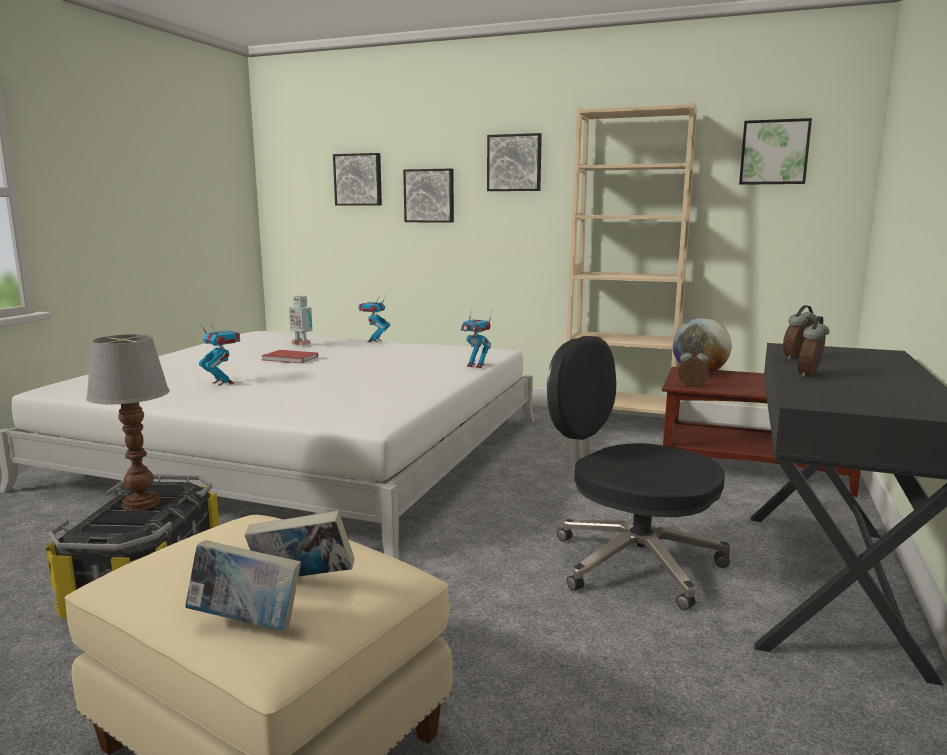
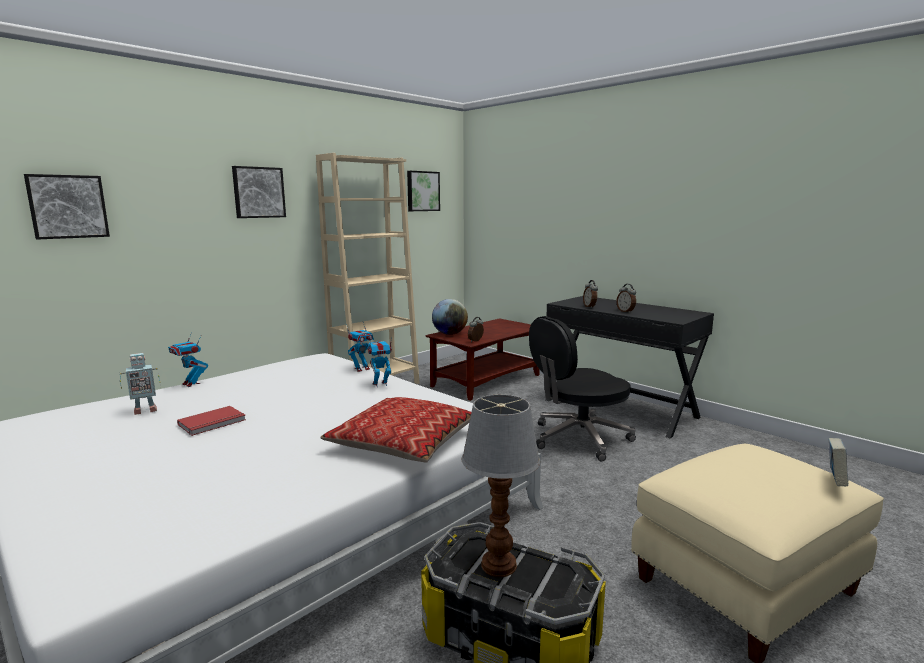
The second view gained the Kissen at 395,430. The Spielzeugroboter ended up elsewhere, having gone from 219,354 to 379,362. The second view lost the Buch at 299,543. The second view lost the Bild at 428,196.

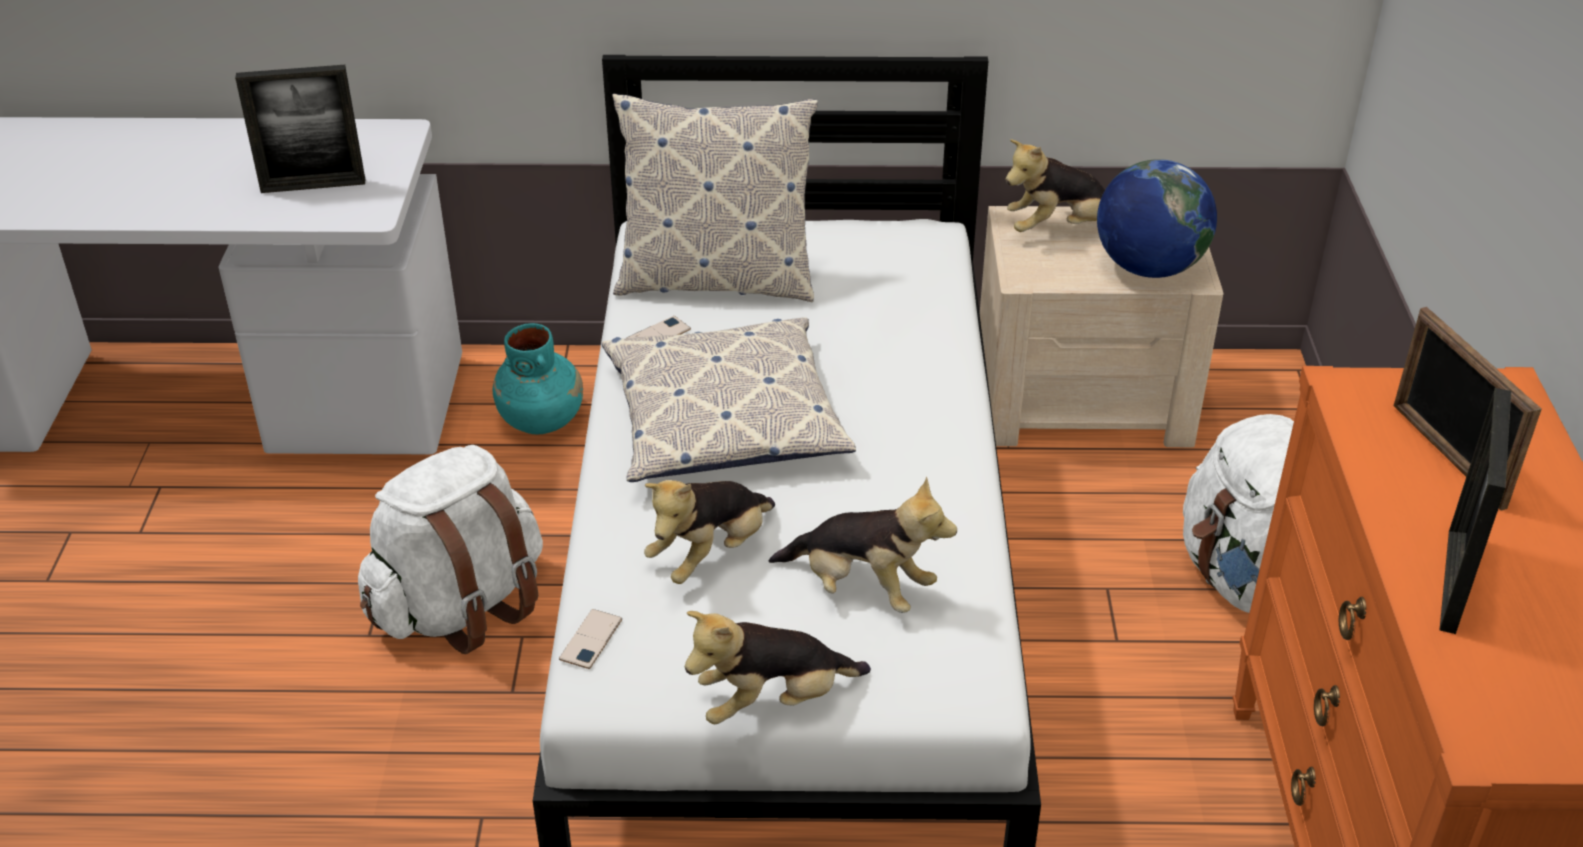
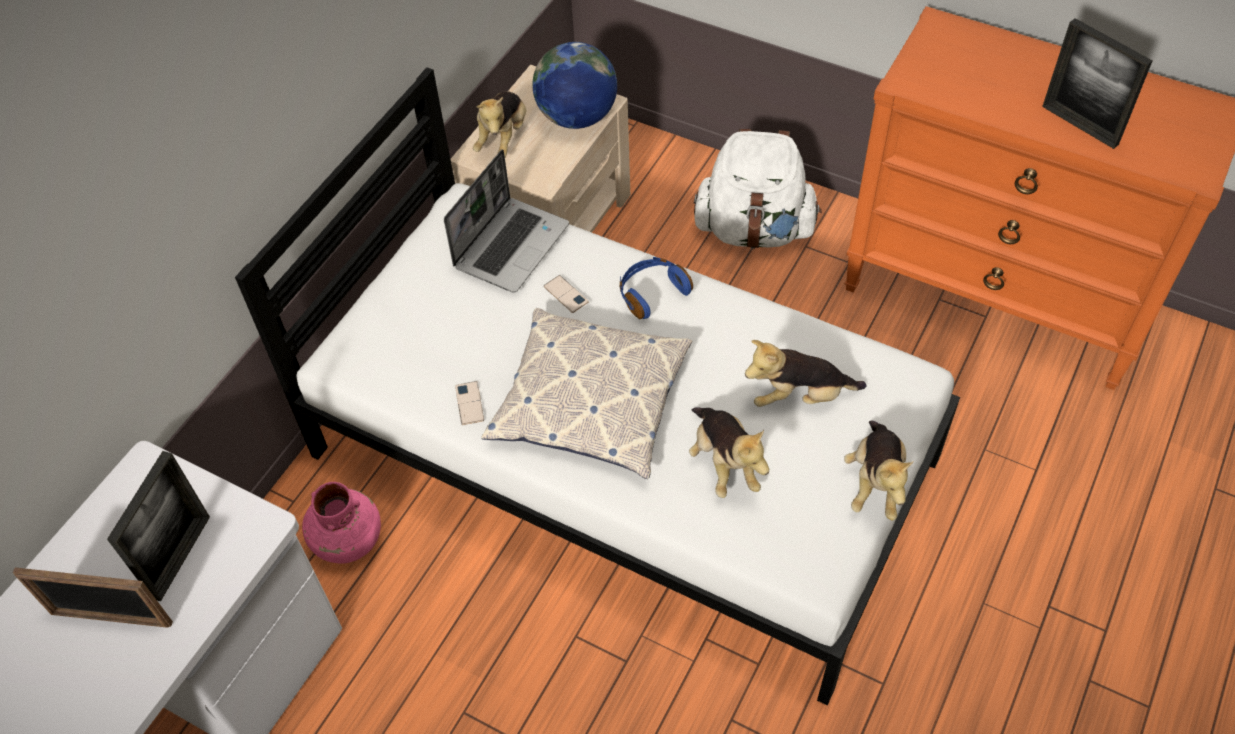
The Bilderrahmen ended up elsewhere, having gone from 1468,409 to 93,597. What was the Vase/türkis at 538,378 turned into the Vase/rosa at 341,523. The second view gained the Laptop at 506,221. The Handy ended up elsewhere, having gone from 590,639 to 566,294. The second view gained the Kopfhörer/blau at 656,288. The Plüschtier at 863,545 ended up facing another way, 150 degrees counterclockwise from before. The second view lost the Rucksack/weiß at 450,549. The second view lost the Kissen at 715,198.

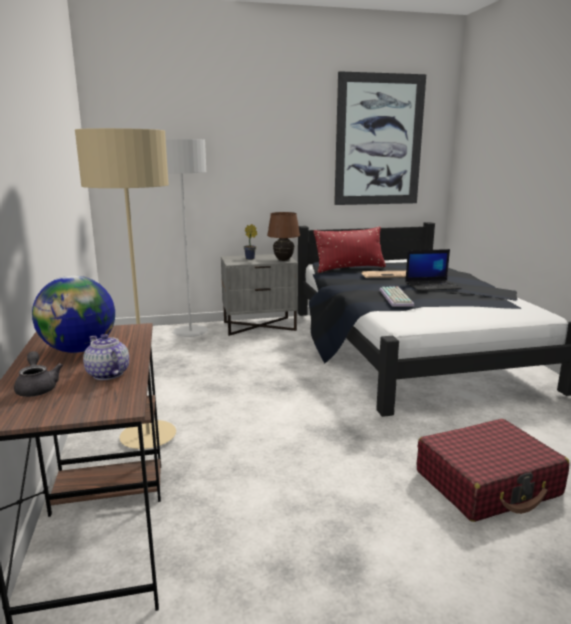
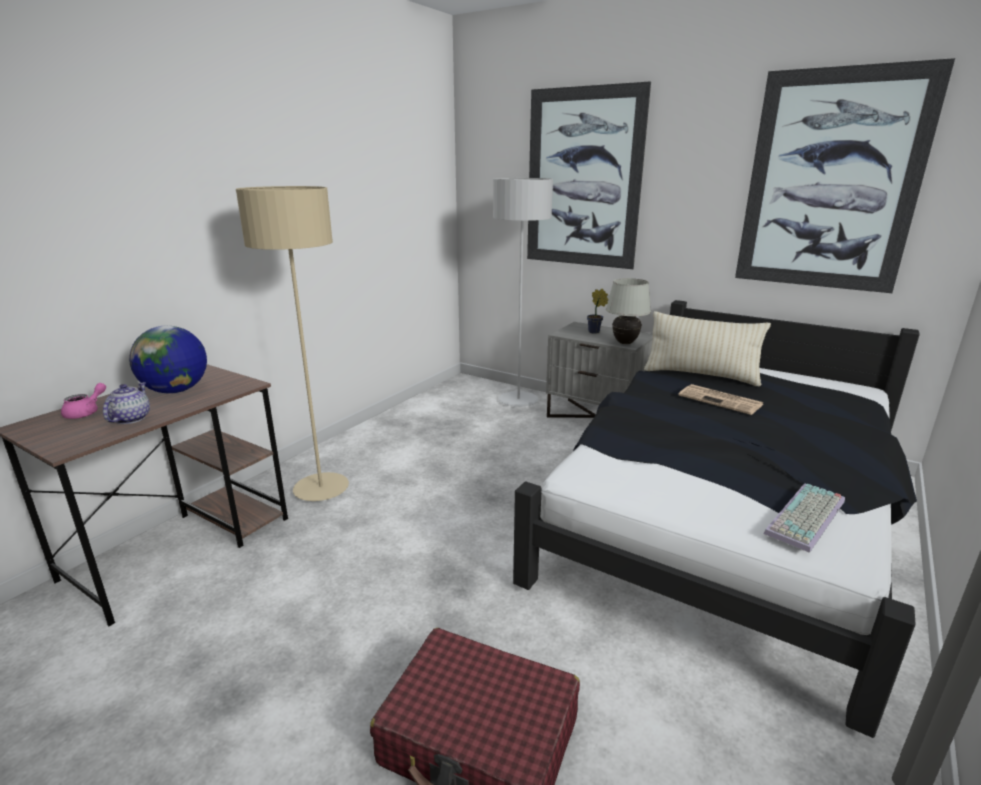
What was the Teekanne/grau at 38,374 turned into the Teekanne/rosa at 83,401. The second view gained the Bild at 589,175. What was the Tischlampe/braun at 283,236 turned into the Tischlampe/weiß at 628,311. What was the Kissen/rot at 349,250 turned into the Kissen/beige at 707,348. The Tastatur ended up elsewhere, having gone from 396,297 to 804,518. The second view lost the Laptop at 433,270.

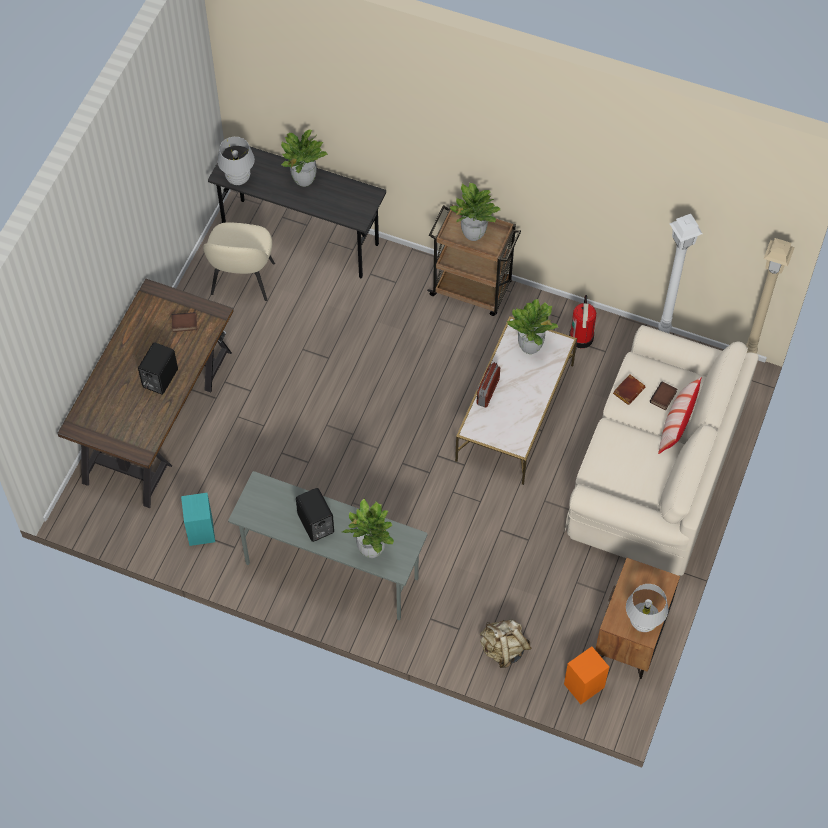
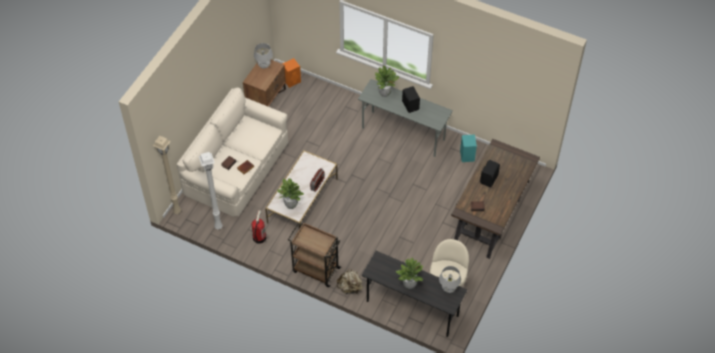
The Rucksack/beige ended up elsewhere, having gone from 505,644 to 350,281. The second view lost the Topfpflanze at 475,212. The second view lost the Kissen at 679,415.

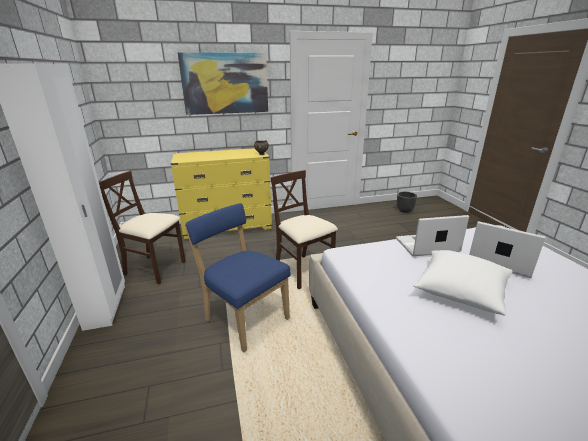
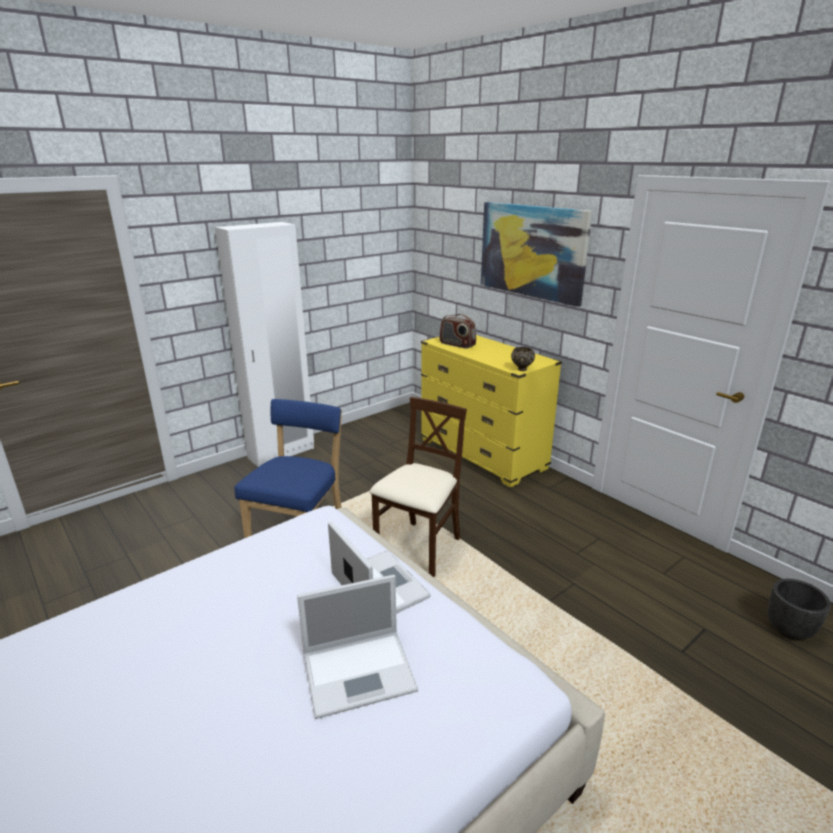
The Laptop at 507,249 ended up facing another way, 60 degrees clockwise from before. The second view gained the Radio at 457,331. The second view lost the Stuhl/beige at 142,228. The second view lost the Kissen/weiß at 463,283.

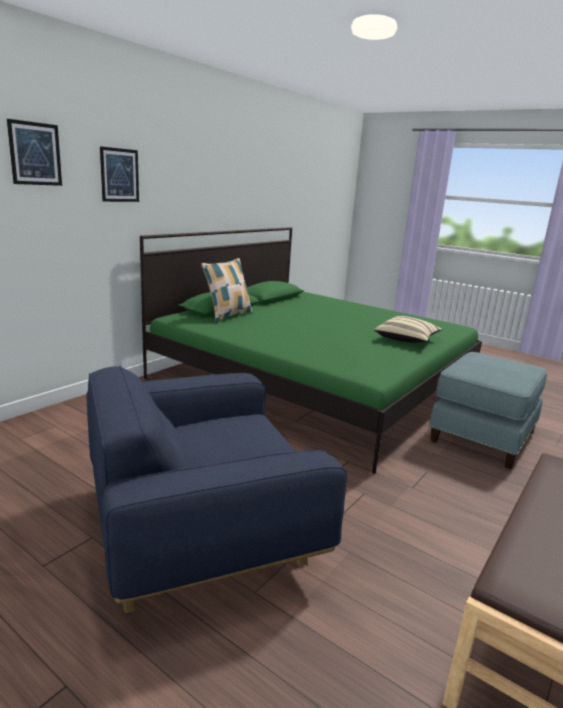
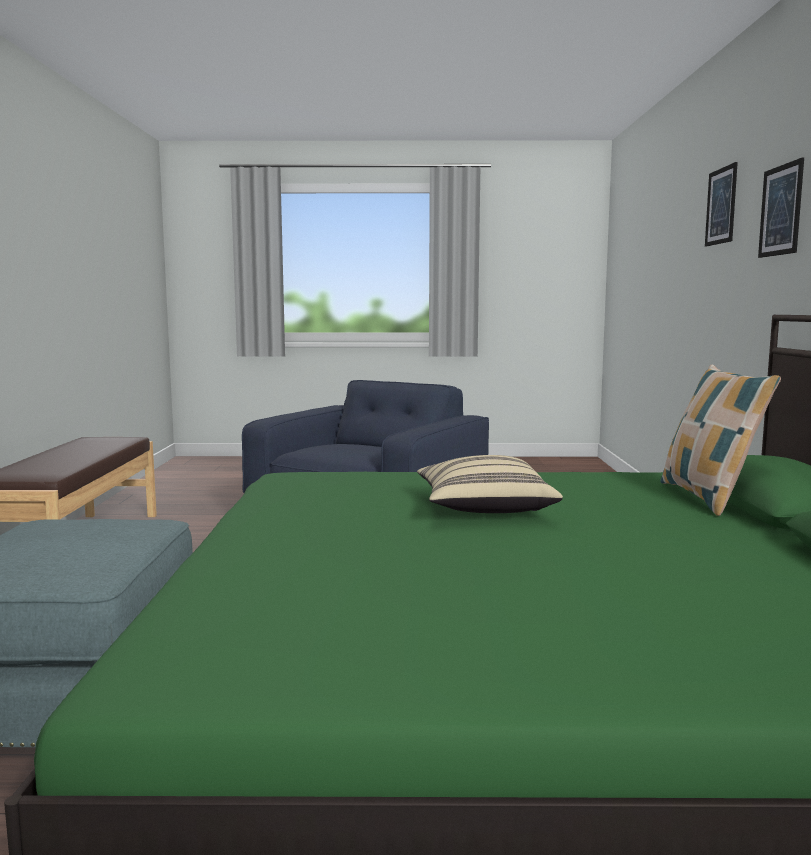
The Kissen/beige ended up elsewhere, having gone from 408,329 to 490,484.

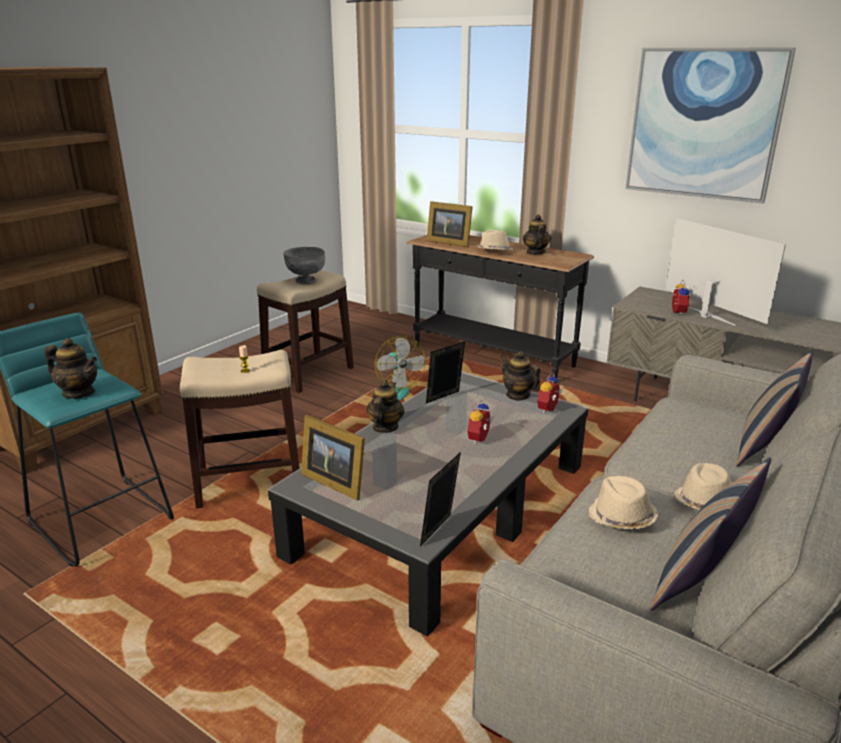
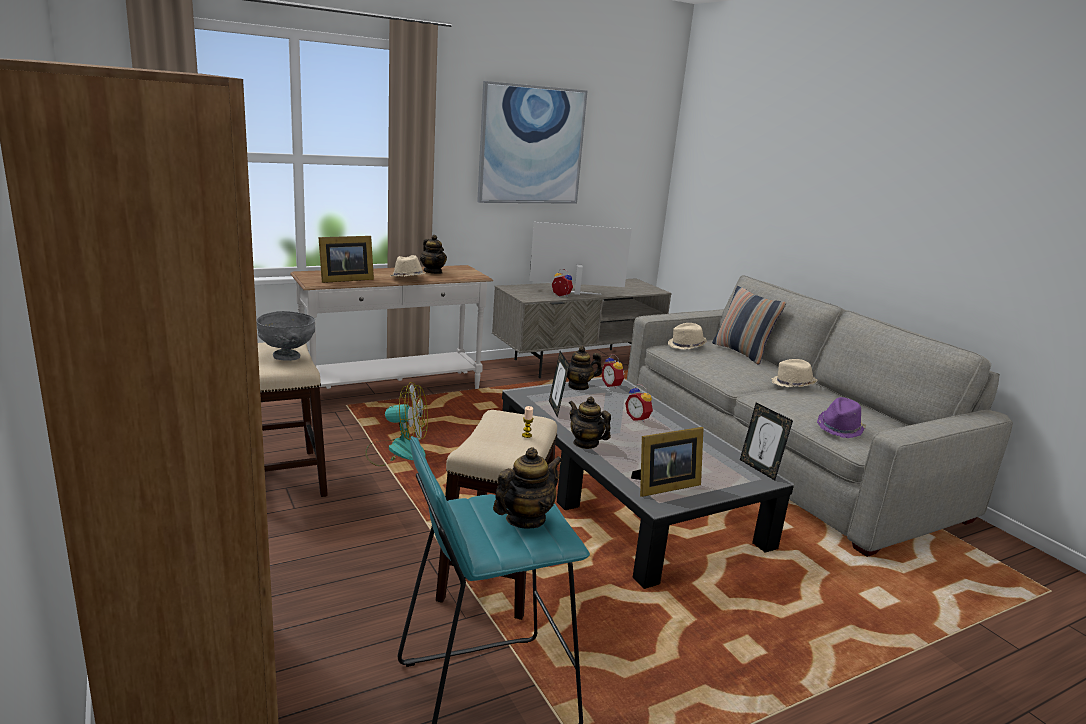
What was the Konsolentisch/schwarz at 500,309 turned into the Konsolentisch/weiß at 391,327. The Teekanne at 537,234 ended up facing another way, 150 degrees counterclockwise from before. The Hut/beige ended up elsewhere, having gone from 623,502 to 687,336. The second view gained the Hut/lila at 841,417. The second view lost the Kissen at 710,534.

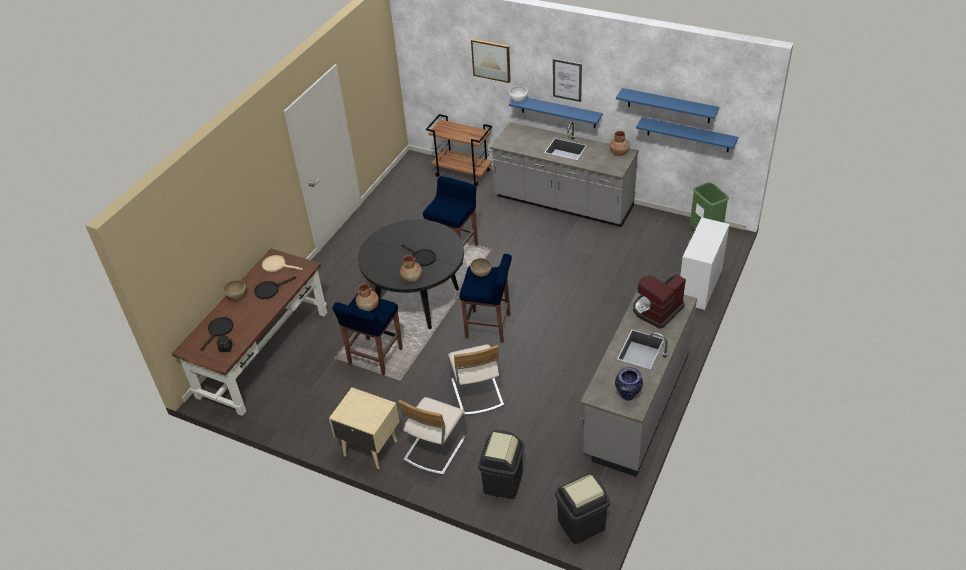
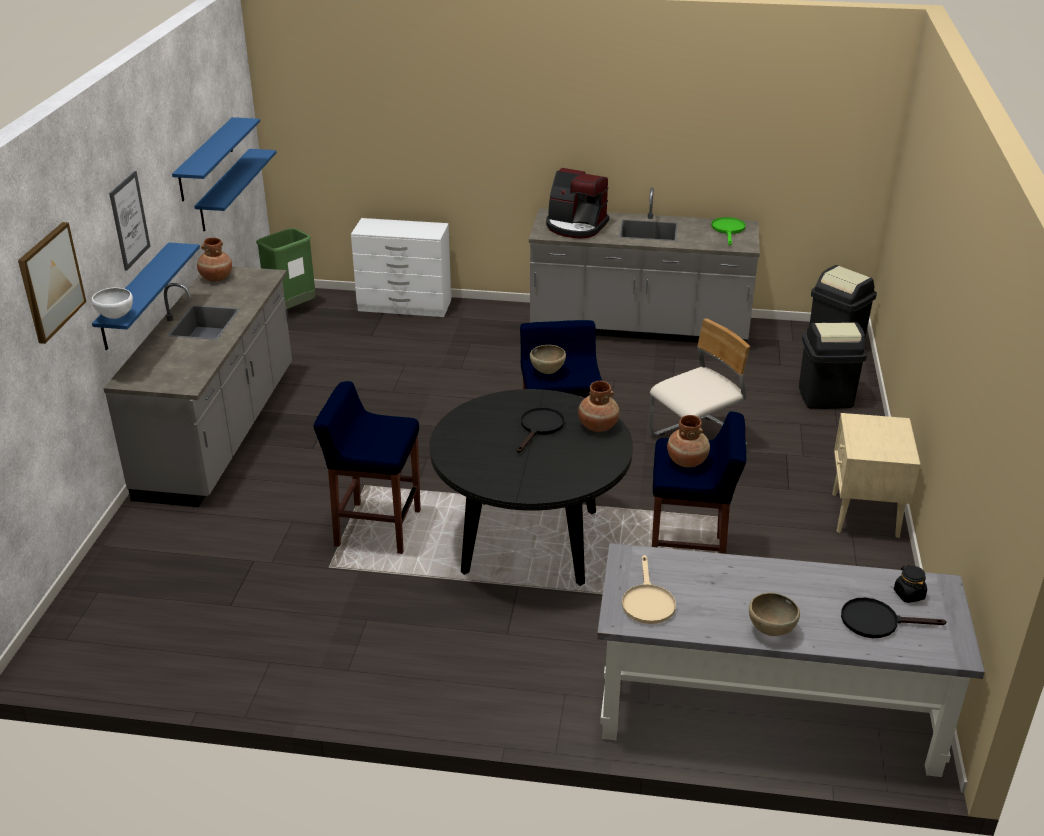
What was the Schreibtisch/braun at 249,332 turned into the Schreibtisch/grau at 791,660. Where the Vase stood at 629,384, the Pfanne/grün came to stand at 728,231. The second view lost the Pfanne/schwarz at 275,287. The second view lost the Stuhl/beige at 432,436. The second view lost the Rollwagen/braun at 459,150.

